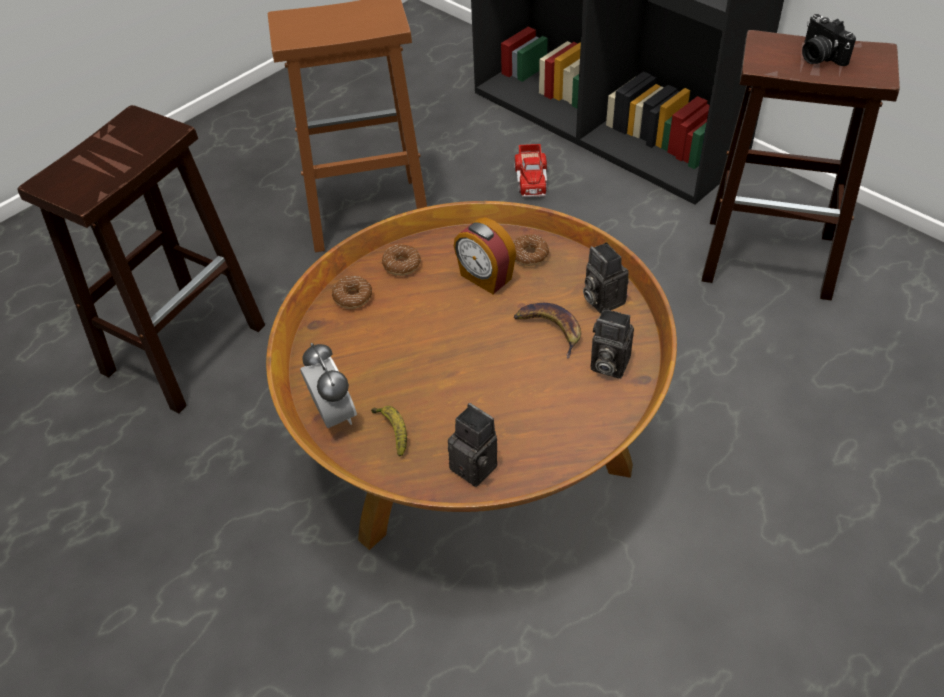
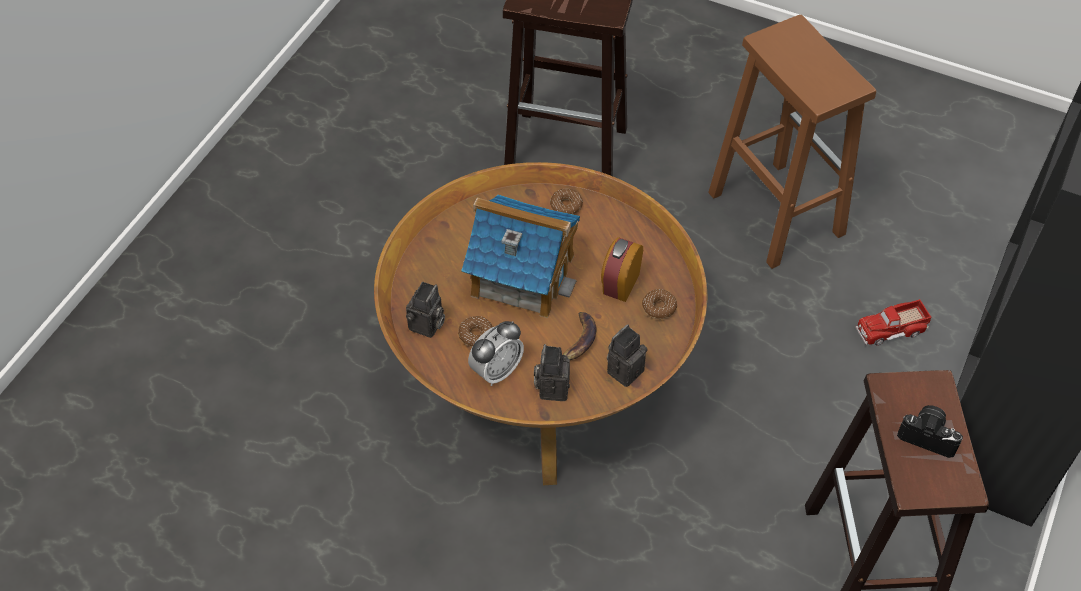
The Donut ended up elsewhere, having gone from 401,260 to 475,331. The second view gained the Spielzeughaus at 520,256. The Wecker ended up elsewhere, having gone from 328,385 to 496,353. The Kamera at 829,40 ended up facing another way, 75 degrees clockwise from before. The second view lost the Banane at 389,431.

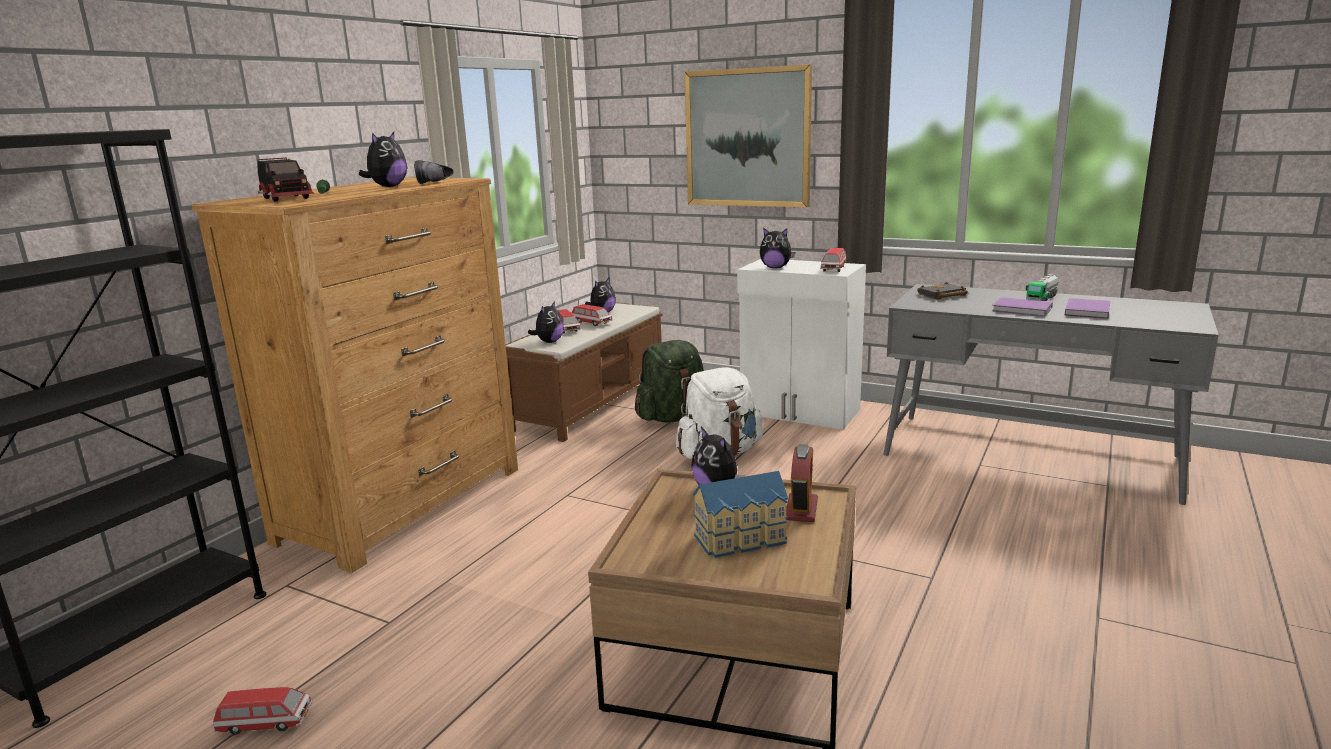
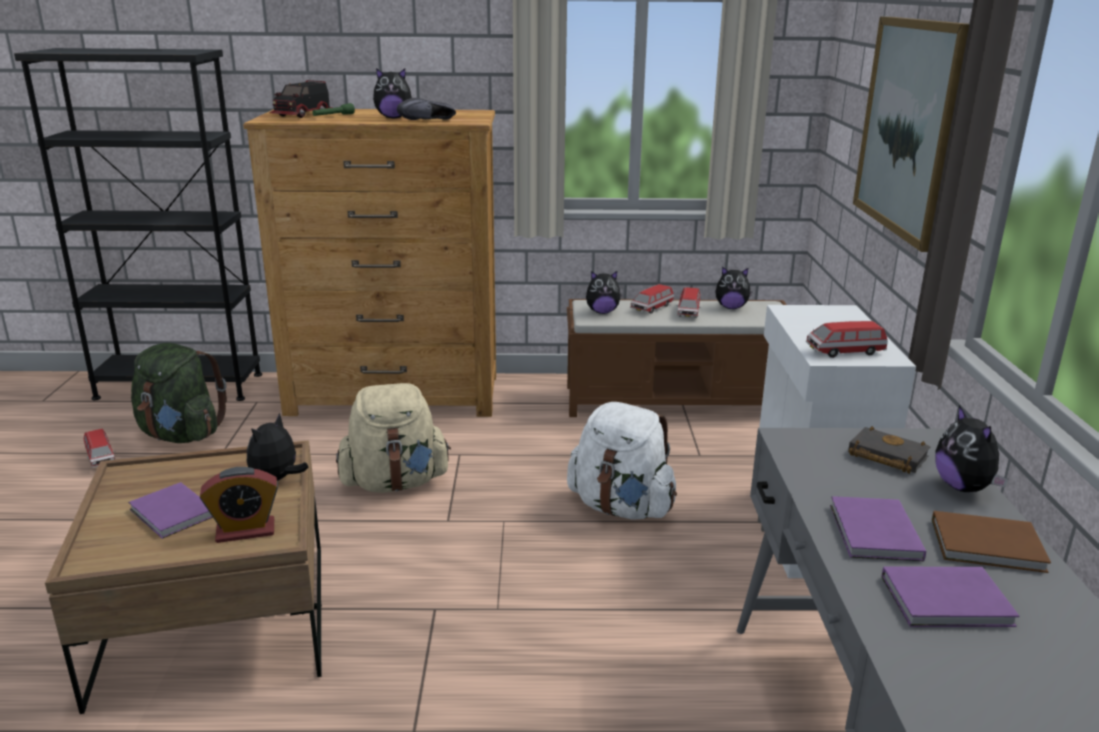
Where the Spielzeughaus stood at 740,514, the Buch/lila came to stand at 170,510. The Rucksack/grün ended up elsewhere, having gone from 669,381 to 179,393. The second view gained the Rucksack/beige at 393,438. Where the Spielzeuglaster stood at 1042,287, the Buch/braun came to stand at 991,542. The Plüschtier ended up elsewhere, having gone from 777,248 to 971,448.

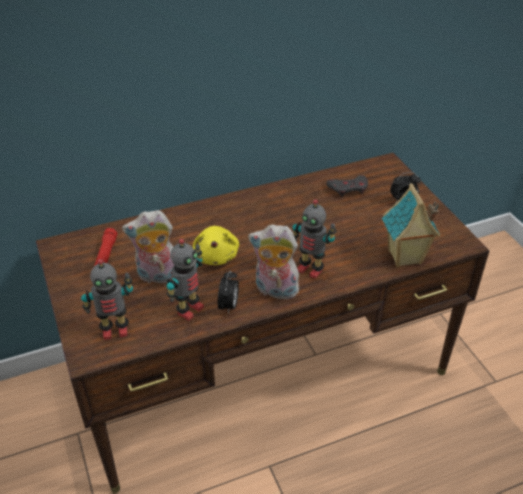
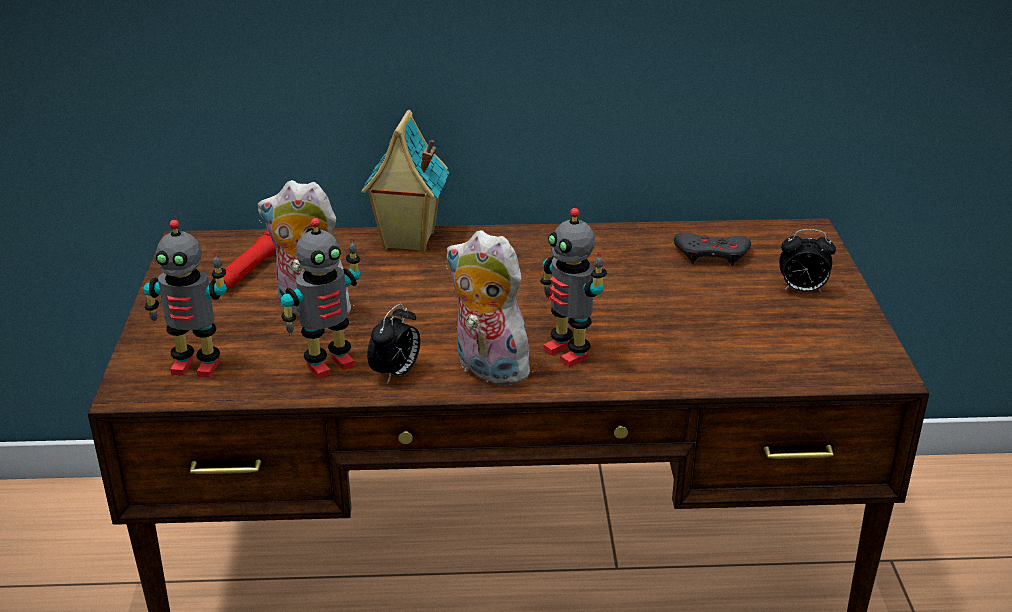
The Spielzeughaus ended up elsewhere, having gone from 411,225 to 405,181. The second view lost the Plüschtier/gelb at 216,245.

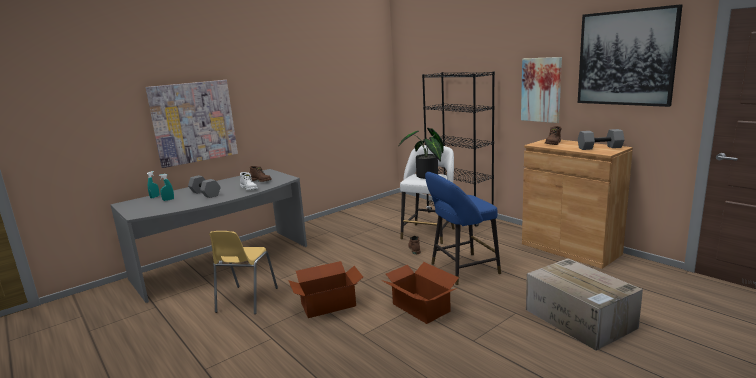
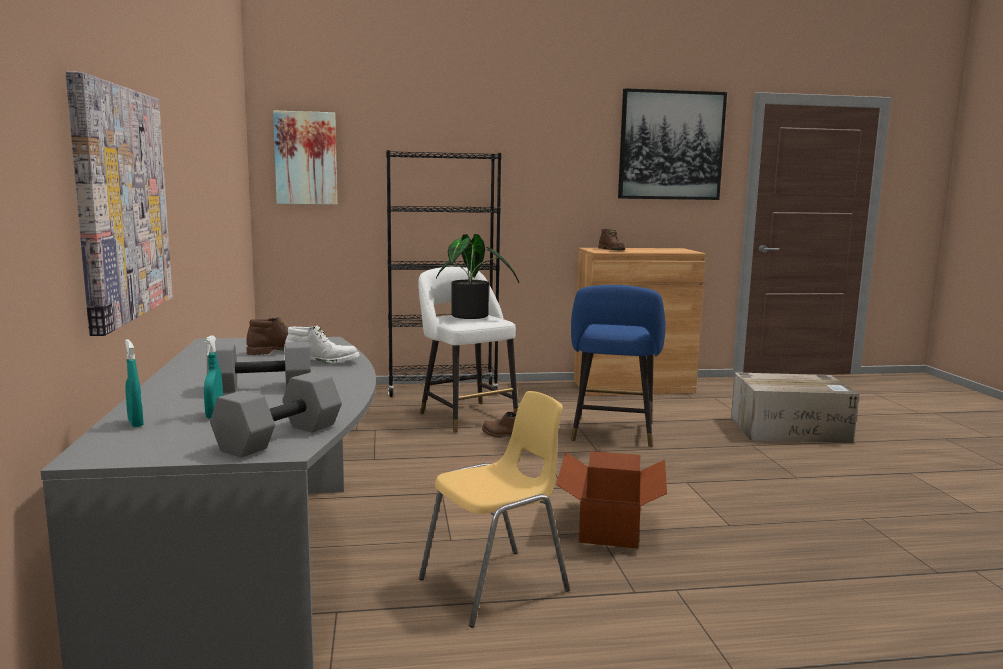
The Hantel/grau ended up elsewhere, having gone from 601,139 to 276,415. The Bild ended up elsewhere, having gone from 541,90 to 305,157. The Stuhl/gelb at 243,272 ended up facing another way, 75 degrees counterclockwise from before. The second view lost the Karton at 420,293.

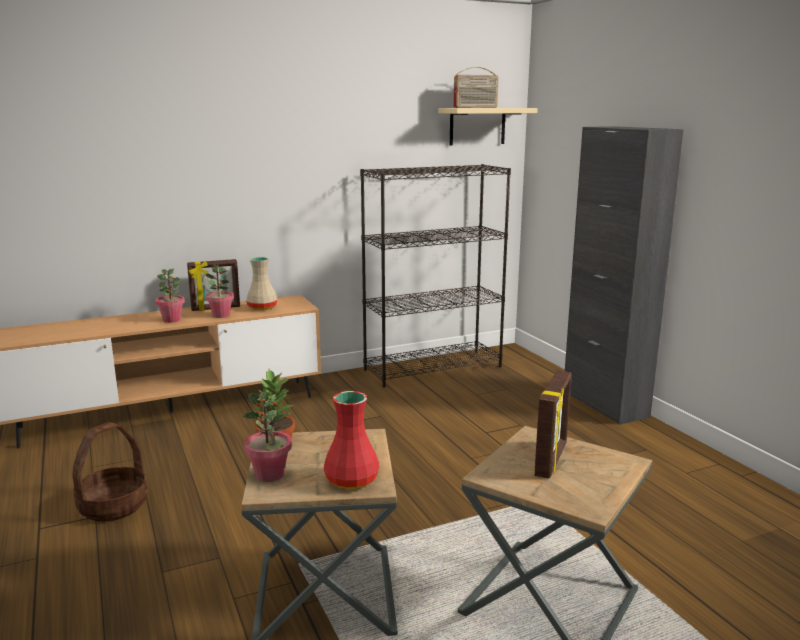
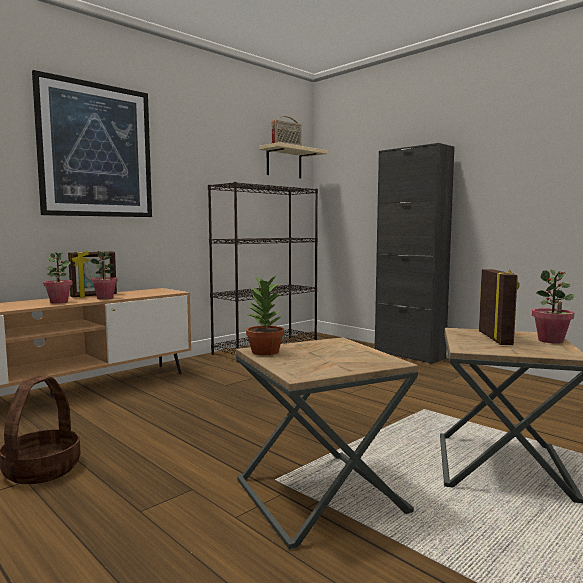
The second view gained the Bild at 92,143. The Topfpflanze ended up elsewhere, having gone from 267,437 to 553,306. The second view lost the Vase/beige at 262,283. The second view lost the Vase/rot at 351,440.

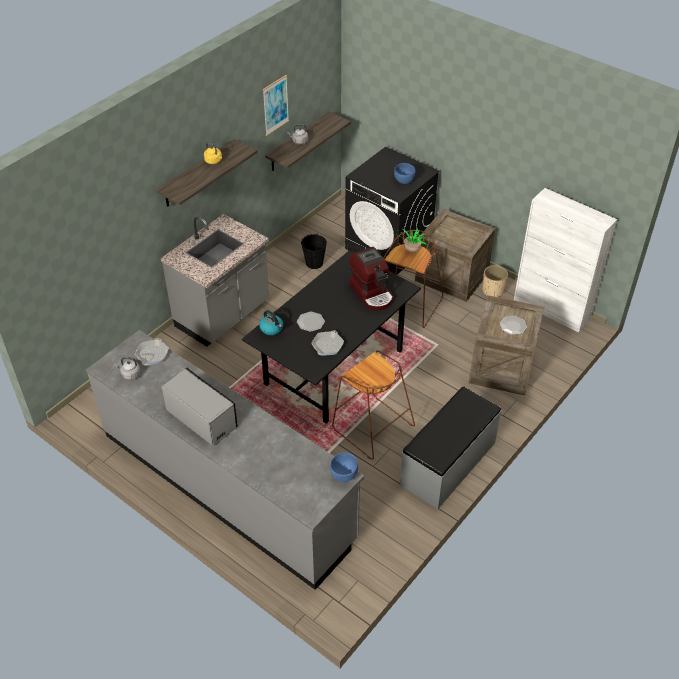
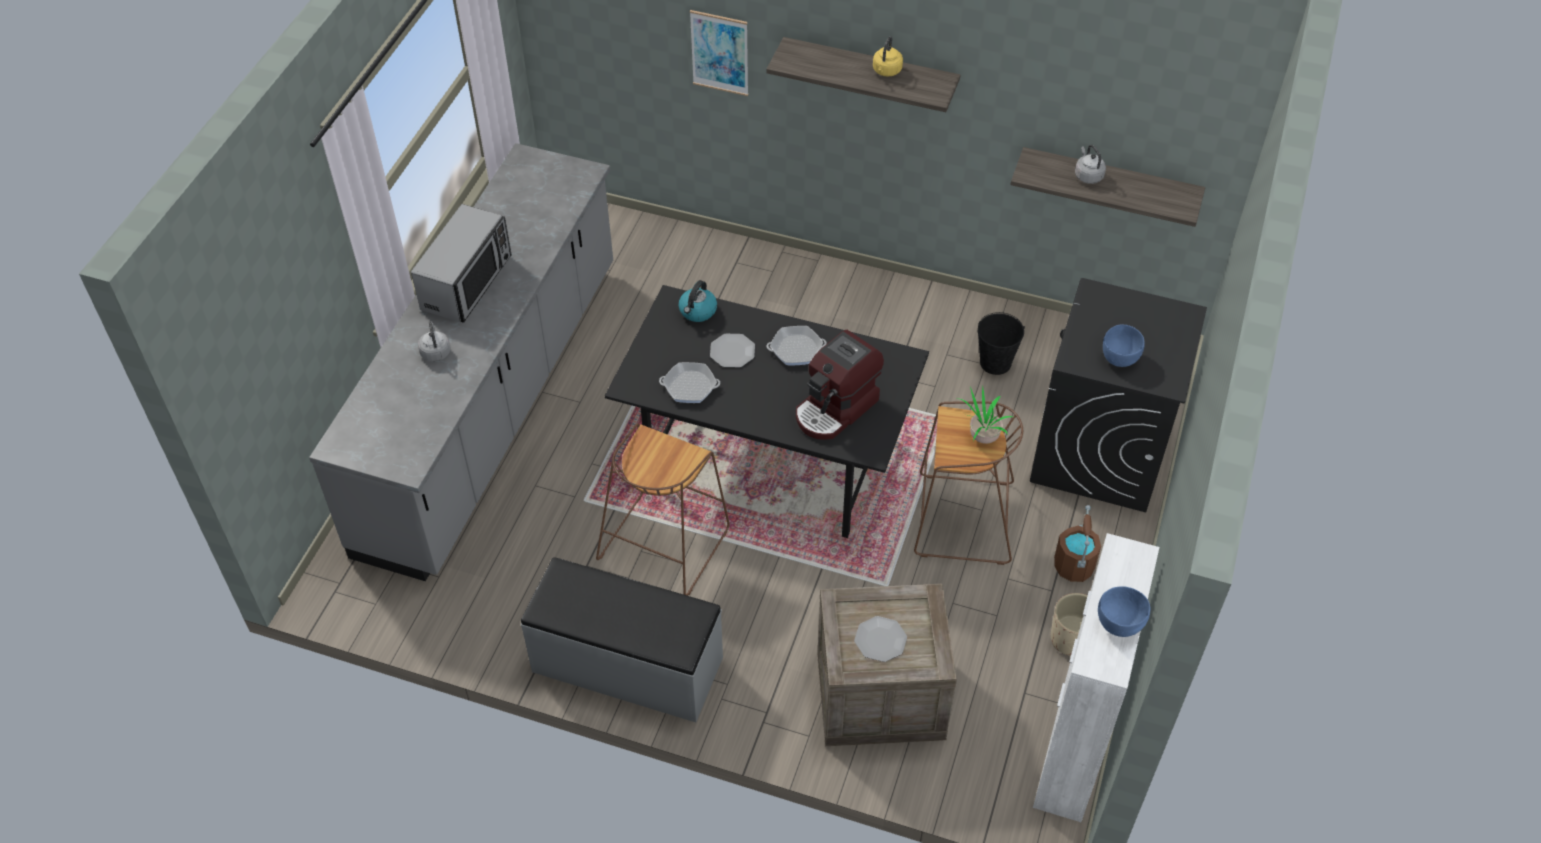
The Wasserkessel/grau ended up elsewhere, having gone from 127,368 to 434,341. The Bild ended up elsewhere, having gone from 276,105 to 719,53. The Pfanne ended up elsewhere, having gone from 152,351 to 796,346. Where the Kiste stood at 455,255, the Eimer/braun came to stand at 1077,543. The Schüssel/blau ended up elsewhere, having gone from 344,467 to 1124,611. The second view lost the Küchenzeile/grau at 215,280.

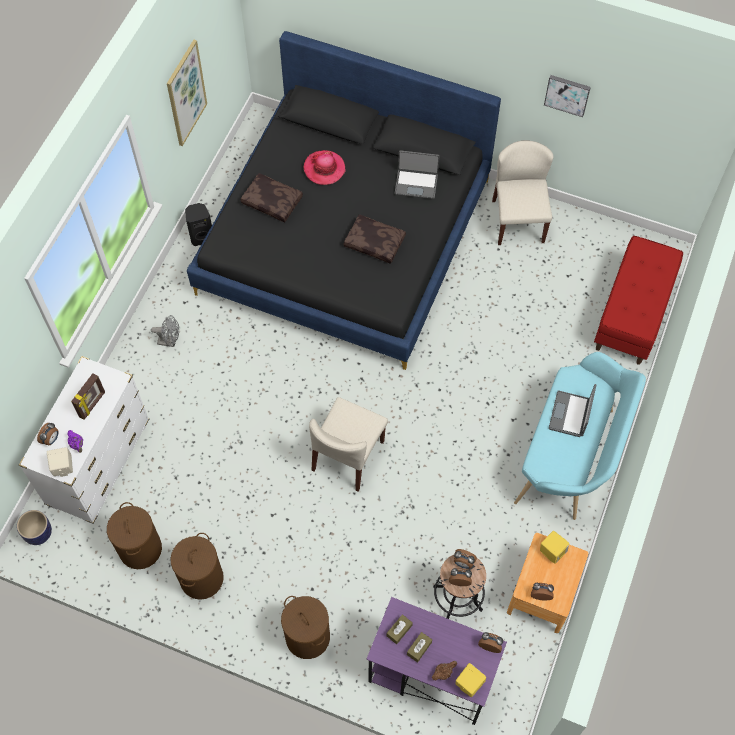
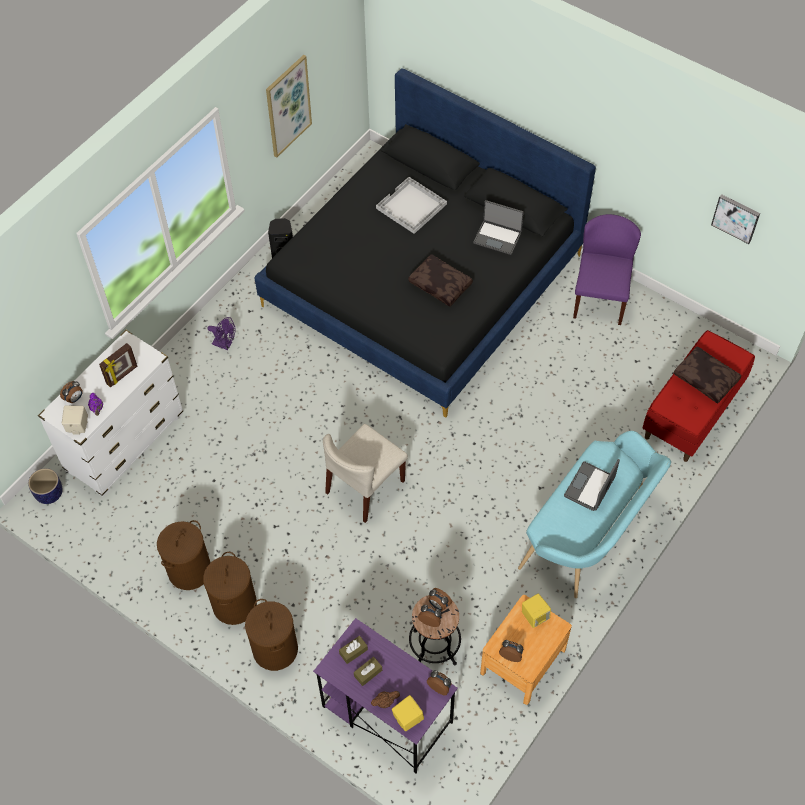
The Wäschekorb/braun ended up elsewhere, having gone from 134,535 to 230,588. What was the Ventilator/grau at 165,331 turned into the Ventilator/lila at 221,333. Where the Hut stood at 325,167, the Tablett/weiß came to stand at 411,205. What was the Stuhl/beige at 522,193 turned into the Stuhl/lila at 607,269. The Kissen/braun ended up elsewhere, having gone from 271,197 to 707,374. The Bild ended up elsewhere, having gone from 567,96 to 735,219.

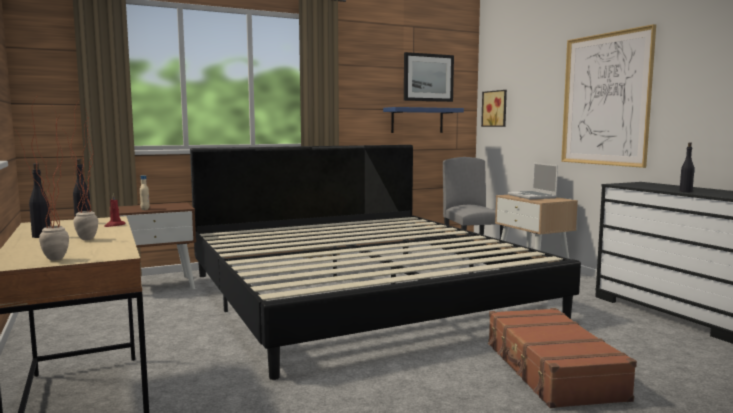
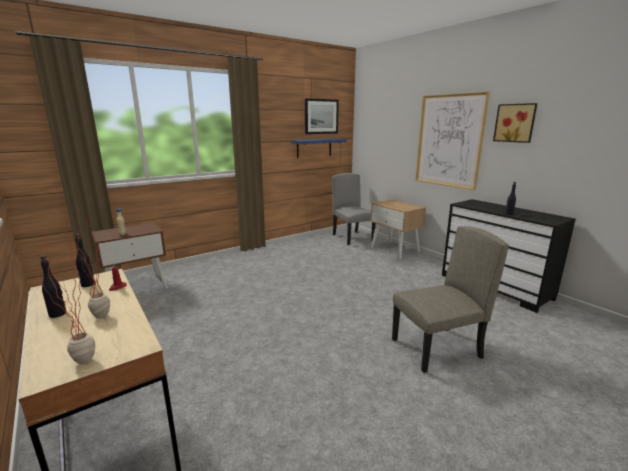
Where the Koffer/braun stood at 562,358, the Stuhl/beige came to stand at 450,299. The Bild ended up elsewhere, having gone from 494,108 to 515,123. The second view lost the Bett at 385,262. The second view lost the Laptop at 533,181.

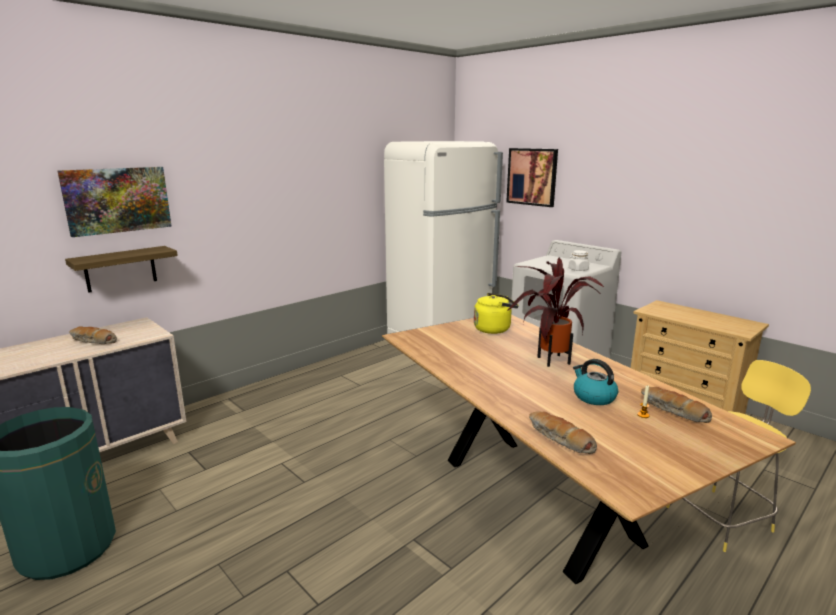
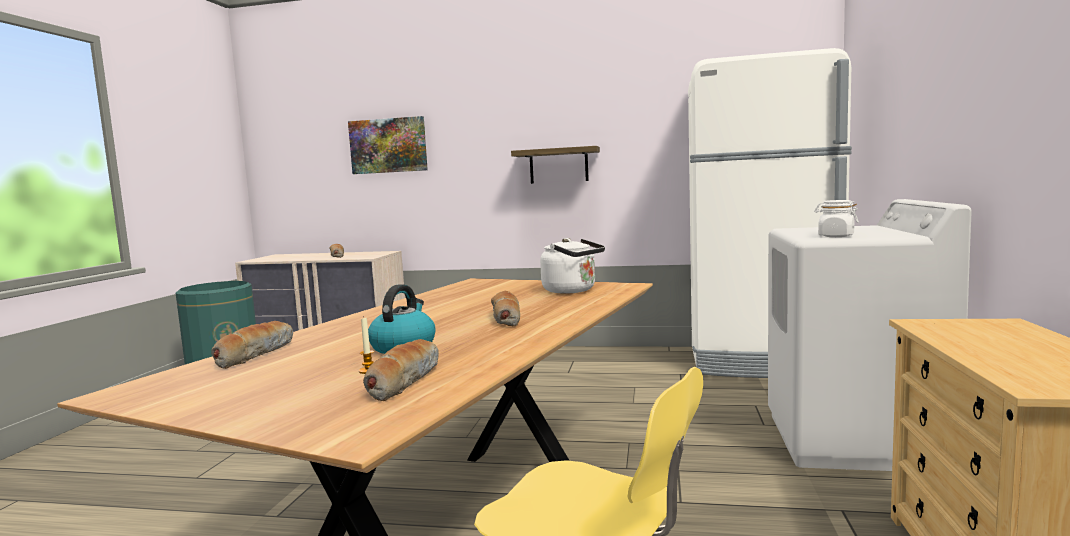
Where the Topfpflanze stood at 556,312, the Brot came to stand at 505,308. The Wandregal ended up elsewhere, having gone from 121,269 to 555,165. What was the Wasserkessel/gelb at 496,313 turned into the Wasserkessel/weiß at 572,266. The second view lost the Bild at 532,177.

